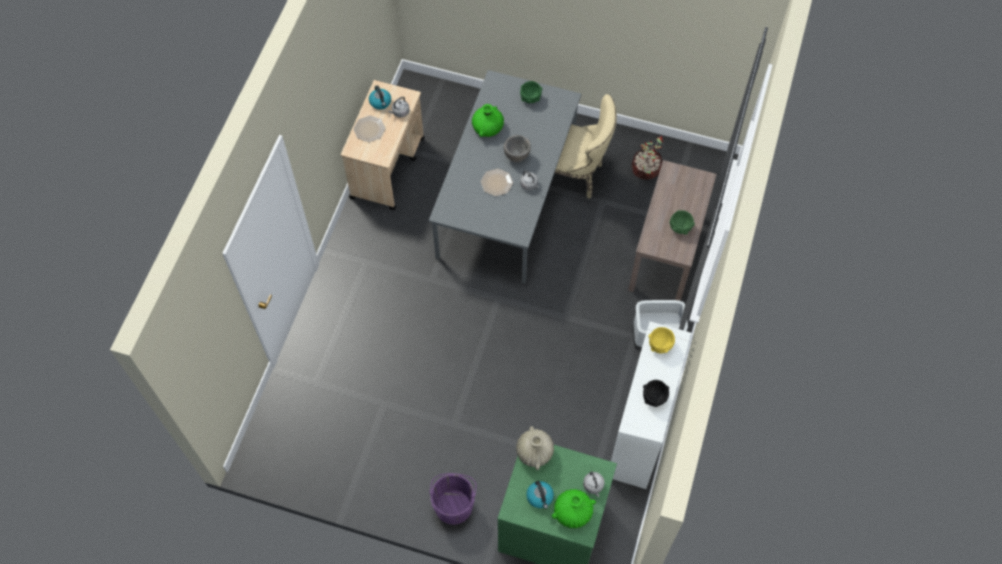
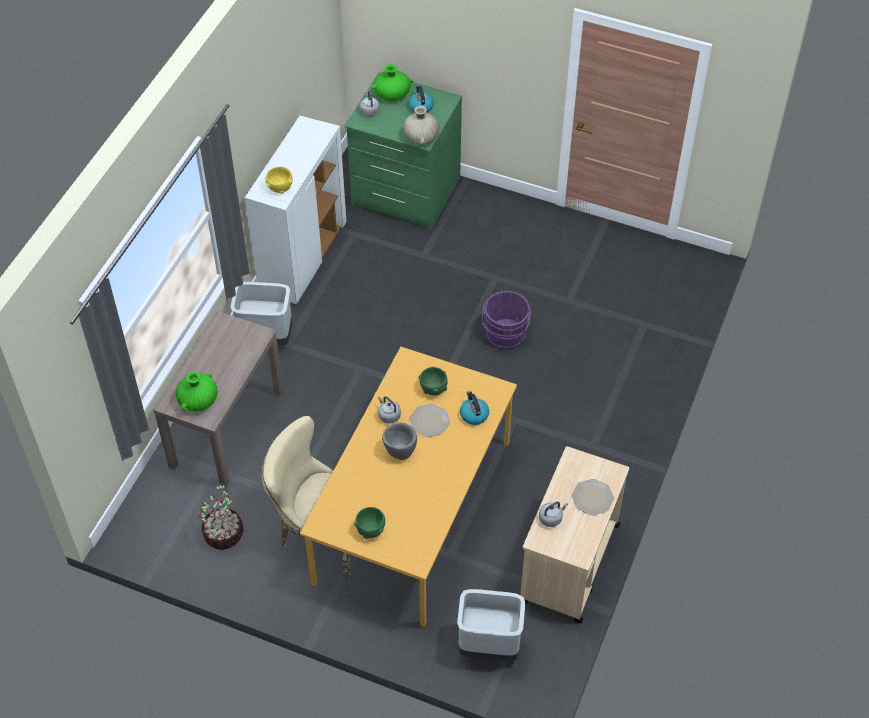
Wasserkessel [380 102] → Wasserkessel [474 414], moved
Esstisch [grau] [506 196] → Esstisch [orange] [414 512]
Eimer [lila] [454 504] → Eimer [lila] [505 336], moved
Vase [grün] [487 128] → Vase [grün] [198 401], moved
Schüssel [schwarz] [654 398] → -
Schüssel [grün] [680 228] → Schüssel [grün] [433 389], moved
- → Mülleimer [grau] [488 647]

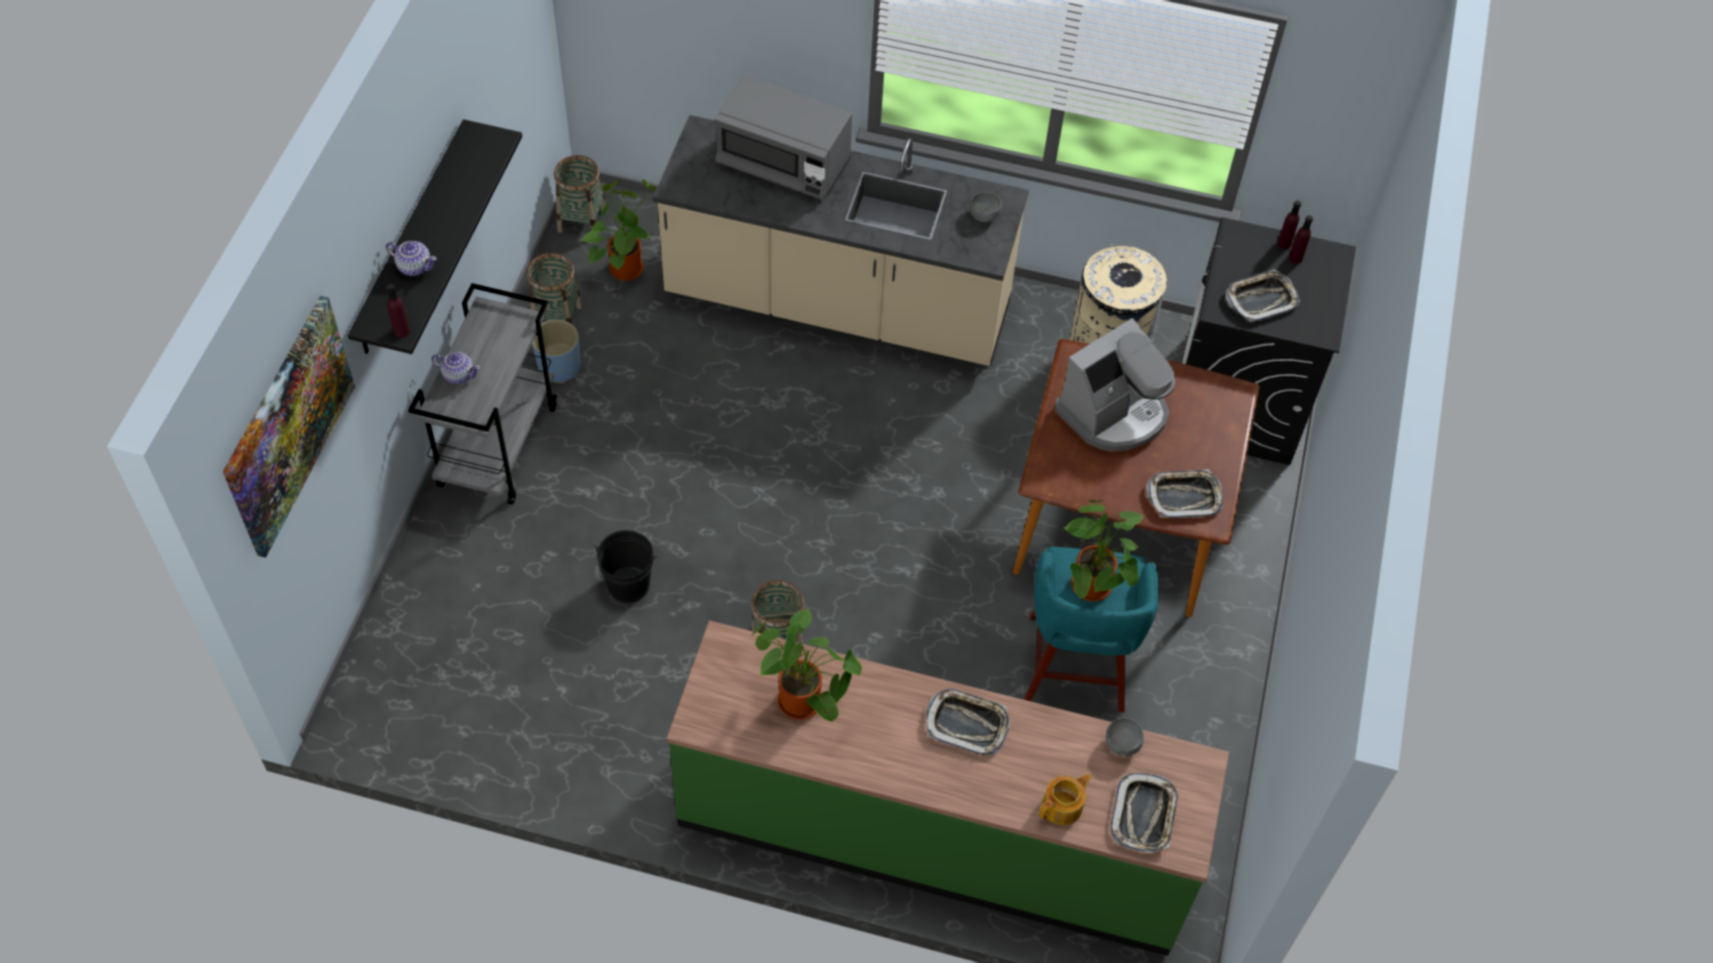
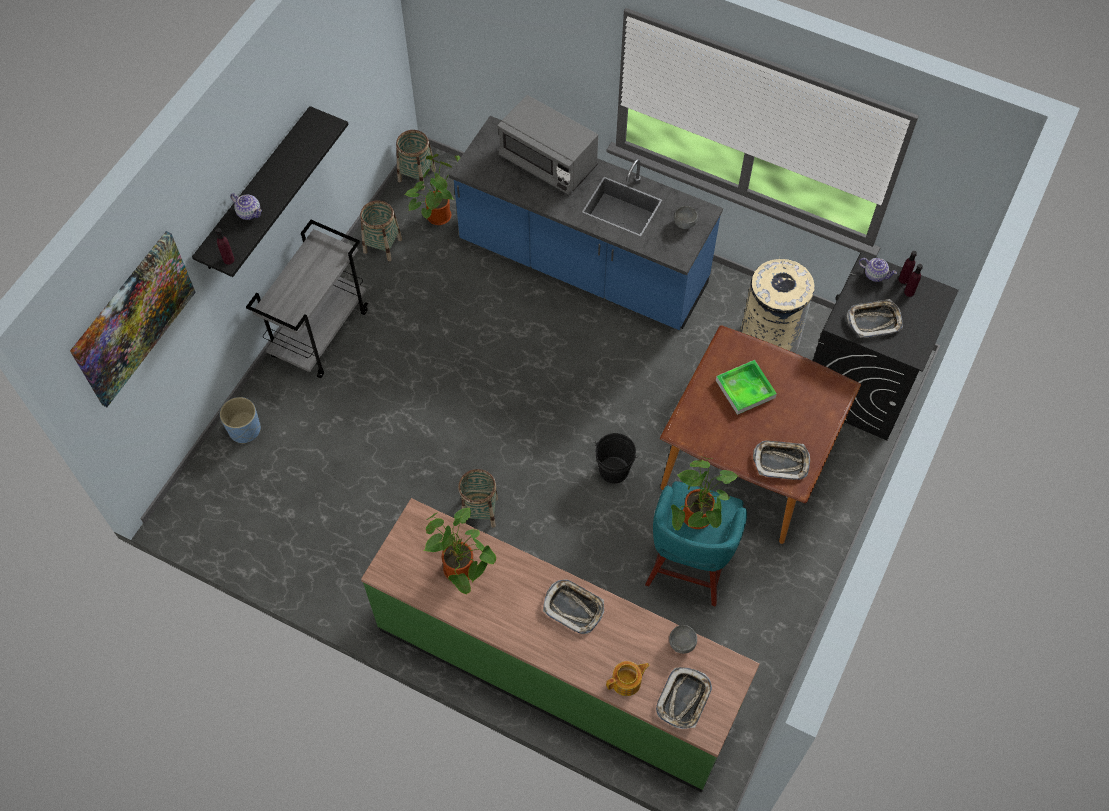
Teekanne [458 374] → Teekanne [874 274], moved
Pflanzkübel [blau] [559 366] → Pflanzkübel [blau] [245 429], moved
Eimer [schwarz] [628 584] → Eimer [schwarz] [614 470], moved
Küchenzeile [beige] [837 305] → Küchenzeile [blau] [582 266]
Kaffeemaschine [1113 413] → Tablett [745 389]

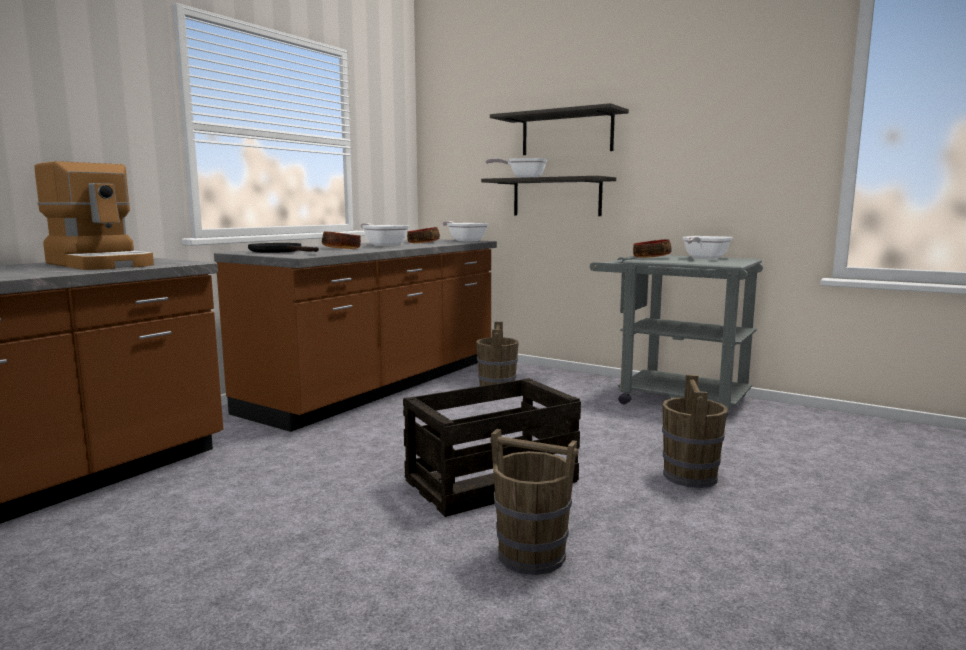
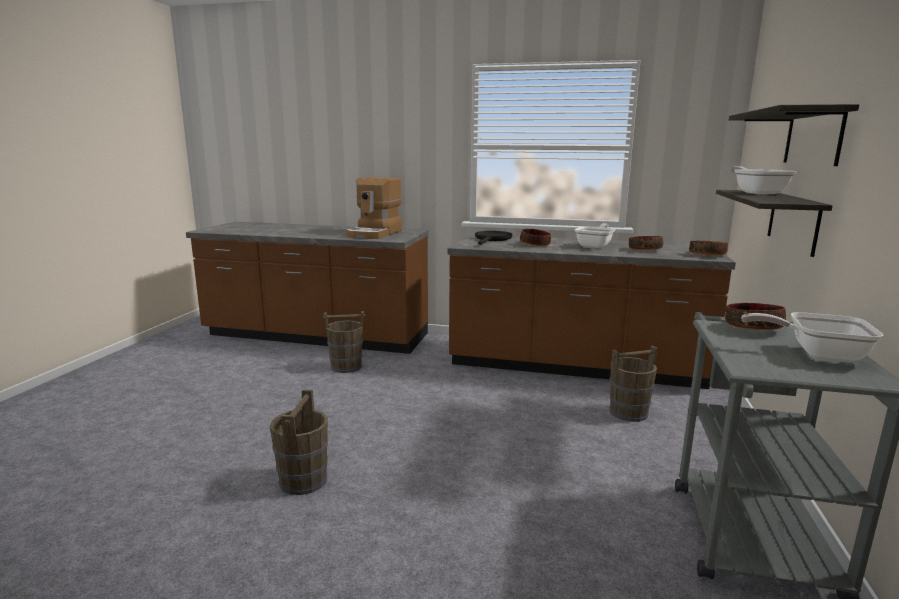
Kiste [492 480] → -
Pfanne [465 240] → Schüssel [707 255]
Eimer [braun] [690 476] → Eimer [braun] [346 366], moved

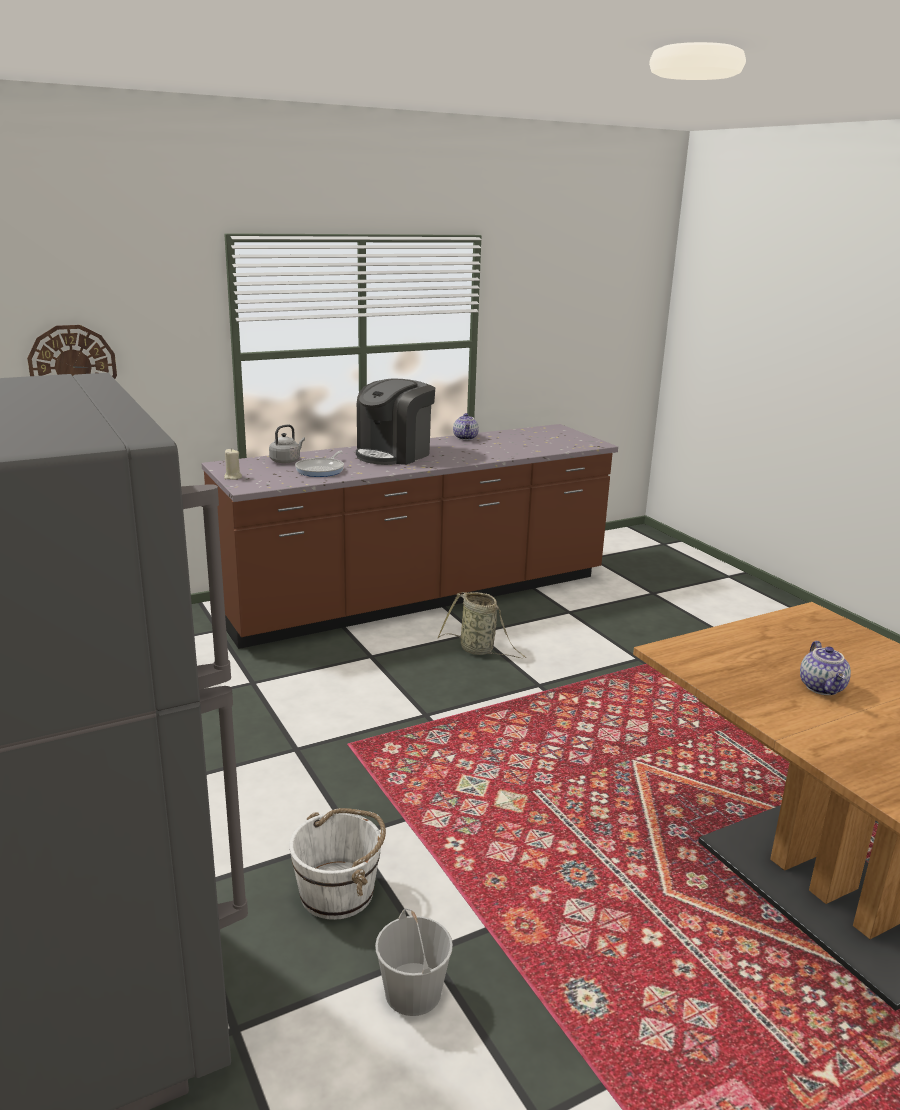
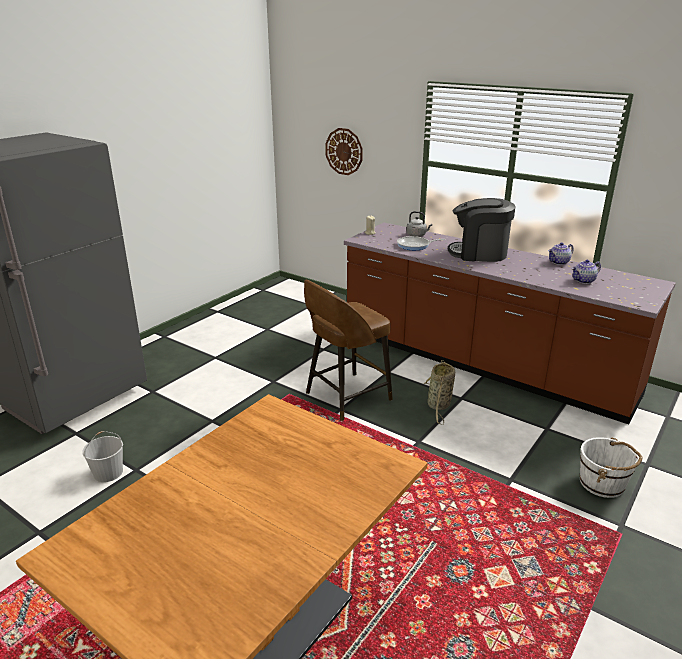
Eimer [weiß] [338 892] → Eimer [weiß] [603 484], moved
Teekanne [823 688] → Teekanne [584 281], moved
- → Hocker [braun] [346 397]

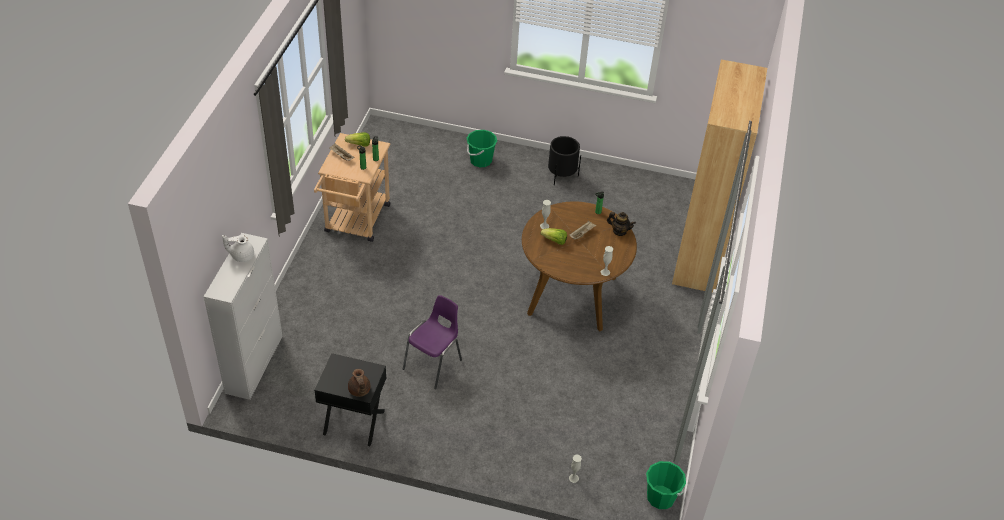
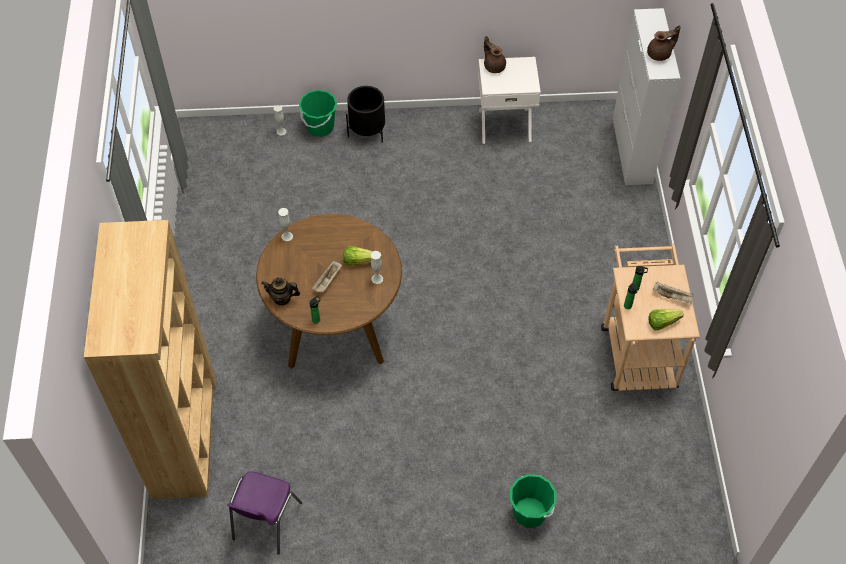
Teekanne [weiß] [241 255] → Teekanne [braun] [660 54]
Nachttisch [schwarz] [353 422] → Nachttisch [weiß] [504 124]
Stuhl [lila] [434 364] → Stuhl [lila] [265 522], moved
Pflanzkübel [schwarz] [561 175] → Pflanzkübel [schwarz] [367 132], moved
Eimer [grün] [661 497] → Eimer [grün] [320 127], moved

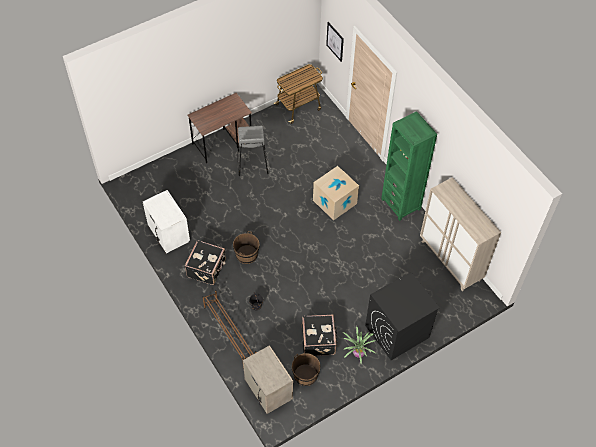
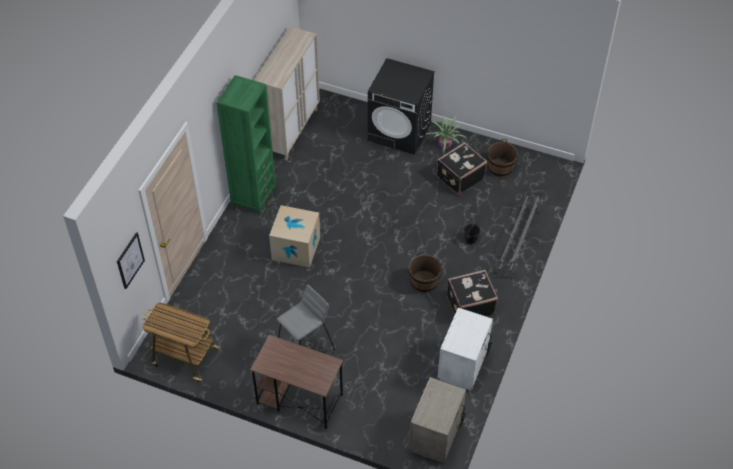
Schuhregal [braun] [230 333] → Schuhregal [grau] [517 242]
Nachttisch [beige] [267 390] → Nachttisch [beige] [436 436], moved

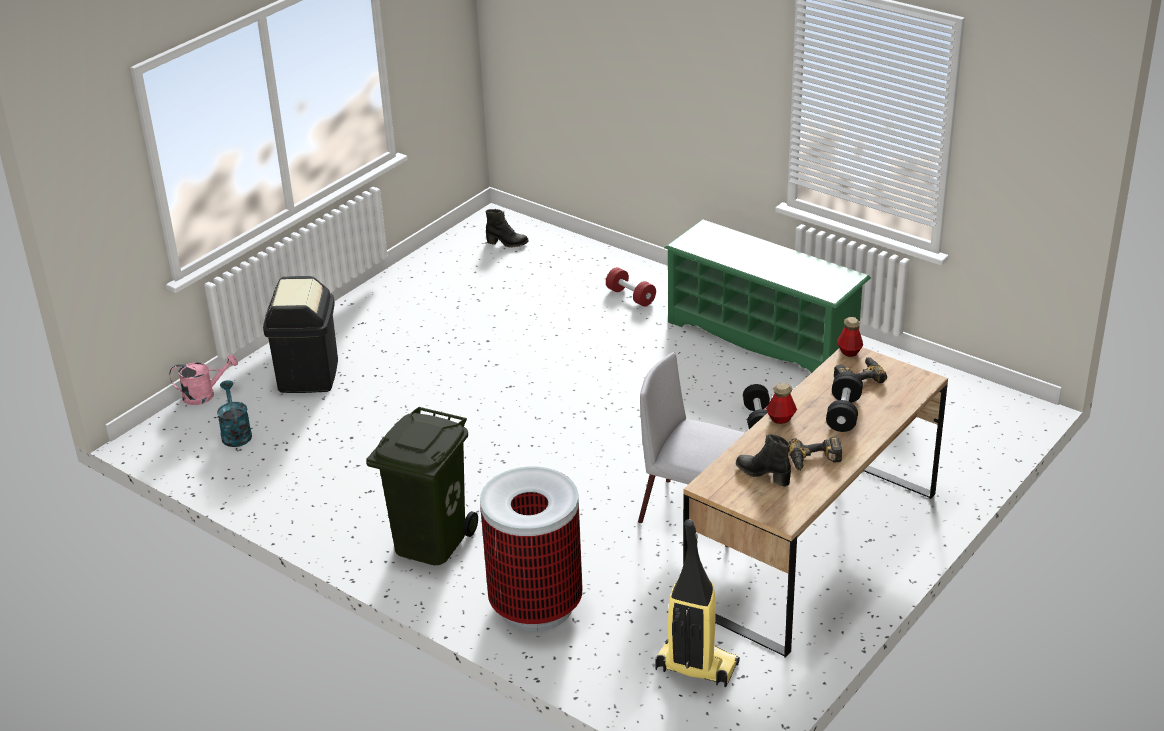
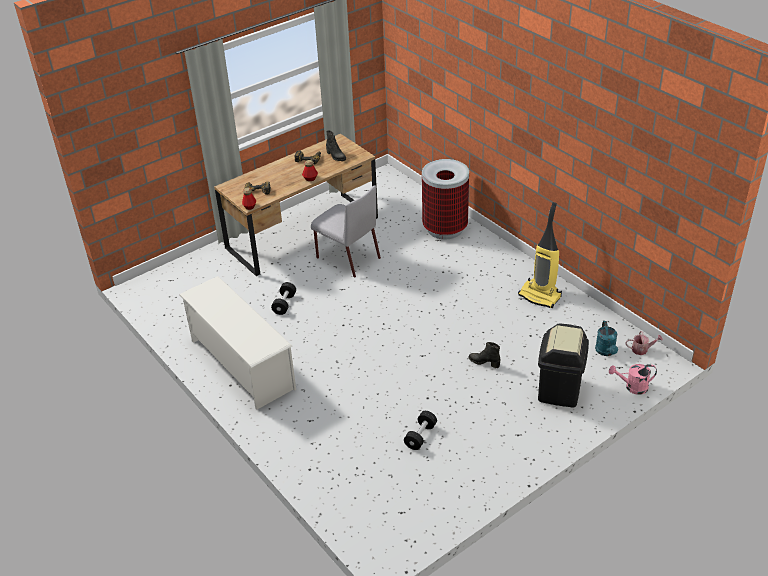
Mülleimer [grün] [429 541] → -
Stiefel [schwarz] [507 243] → Stiefel [schwarz] [484 362], moved
Hantel [rot] [631 296] → -
Staubsauger [695 667] → Staubsauger [540 296], moved
Schuhregal [grün] [763 337] → Schuhregal [weiß] [241 364]
Hantel [schwarz] [843 413] → Hantel [schwarz] [420 436], moved
- → Gießkanne [642 349]

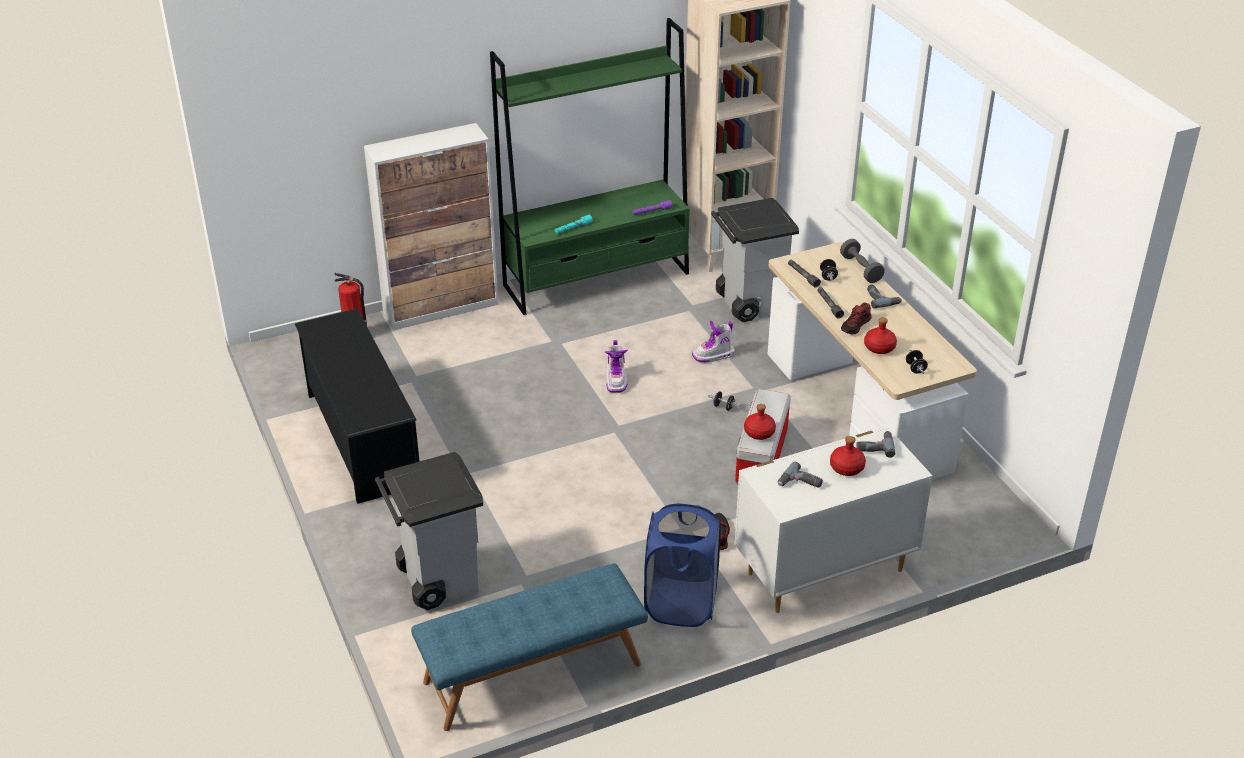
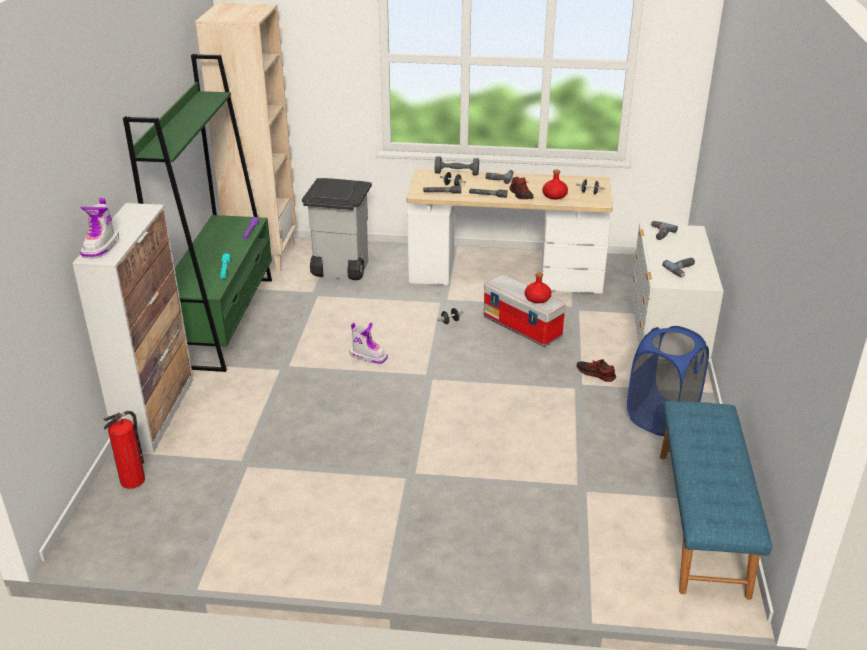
Schuhregal [schwarz] [362 439] → -
Mülleimer [grau] [437 580] → -
Stiefel [713 355] → Stiefel [101 247], moved
Flasche [rot] [846 467] → -

